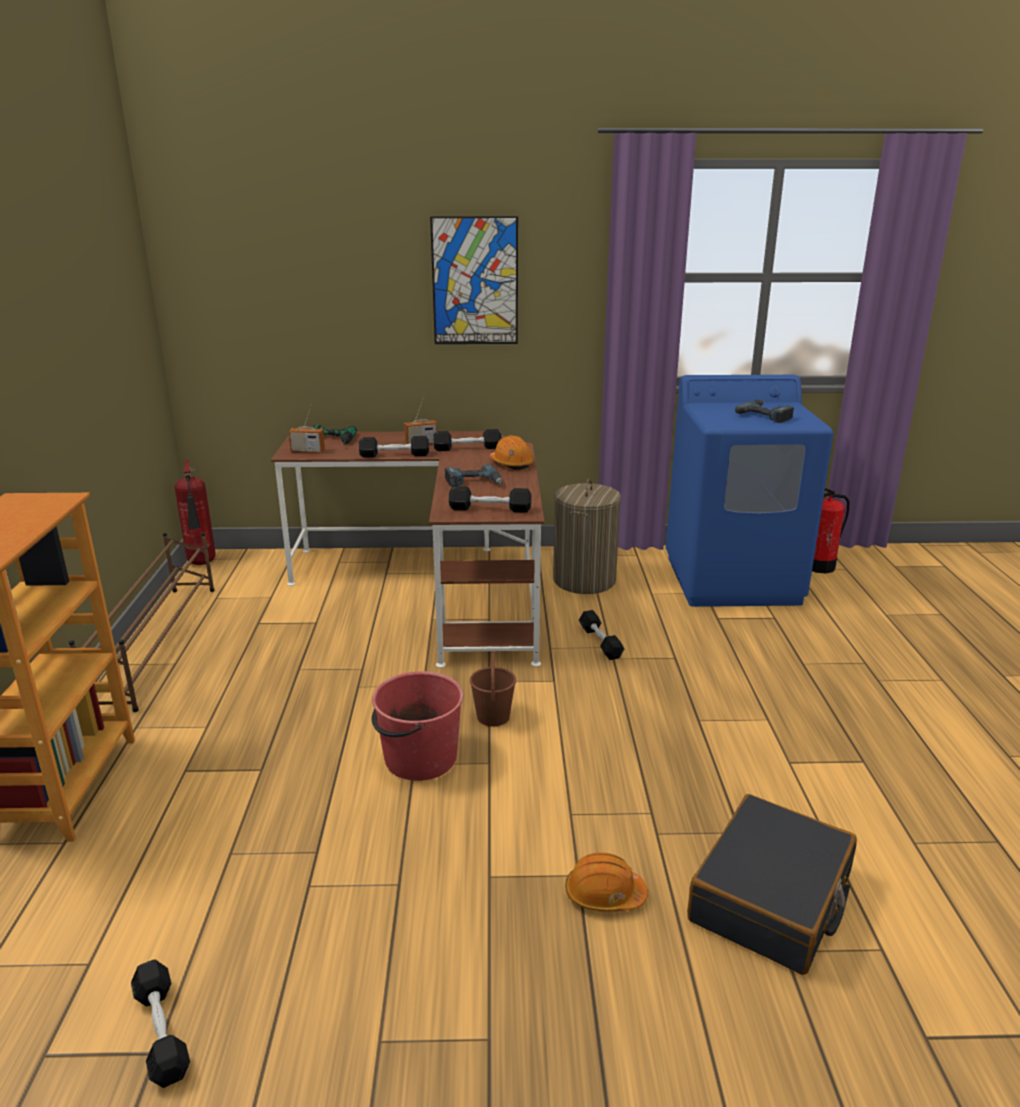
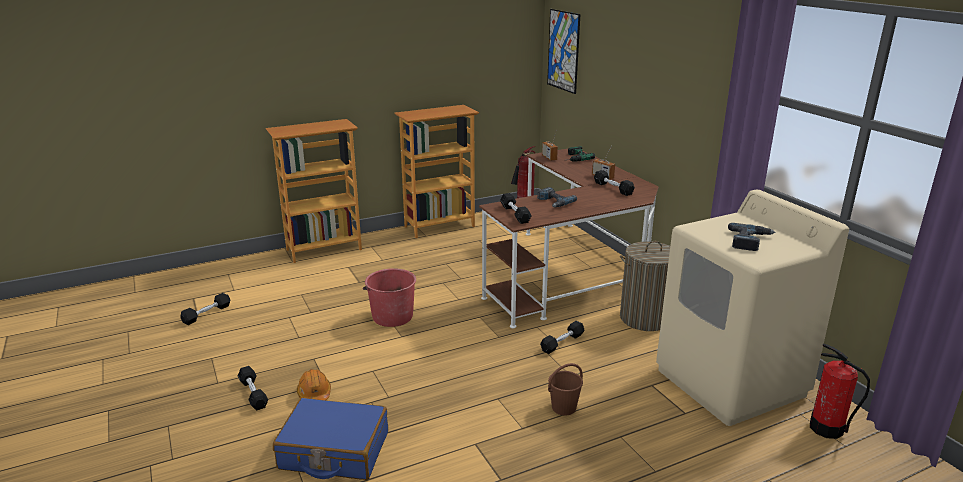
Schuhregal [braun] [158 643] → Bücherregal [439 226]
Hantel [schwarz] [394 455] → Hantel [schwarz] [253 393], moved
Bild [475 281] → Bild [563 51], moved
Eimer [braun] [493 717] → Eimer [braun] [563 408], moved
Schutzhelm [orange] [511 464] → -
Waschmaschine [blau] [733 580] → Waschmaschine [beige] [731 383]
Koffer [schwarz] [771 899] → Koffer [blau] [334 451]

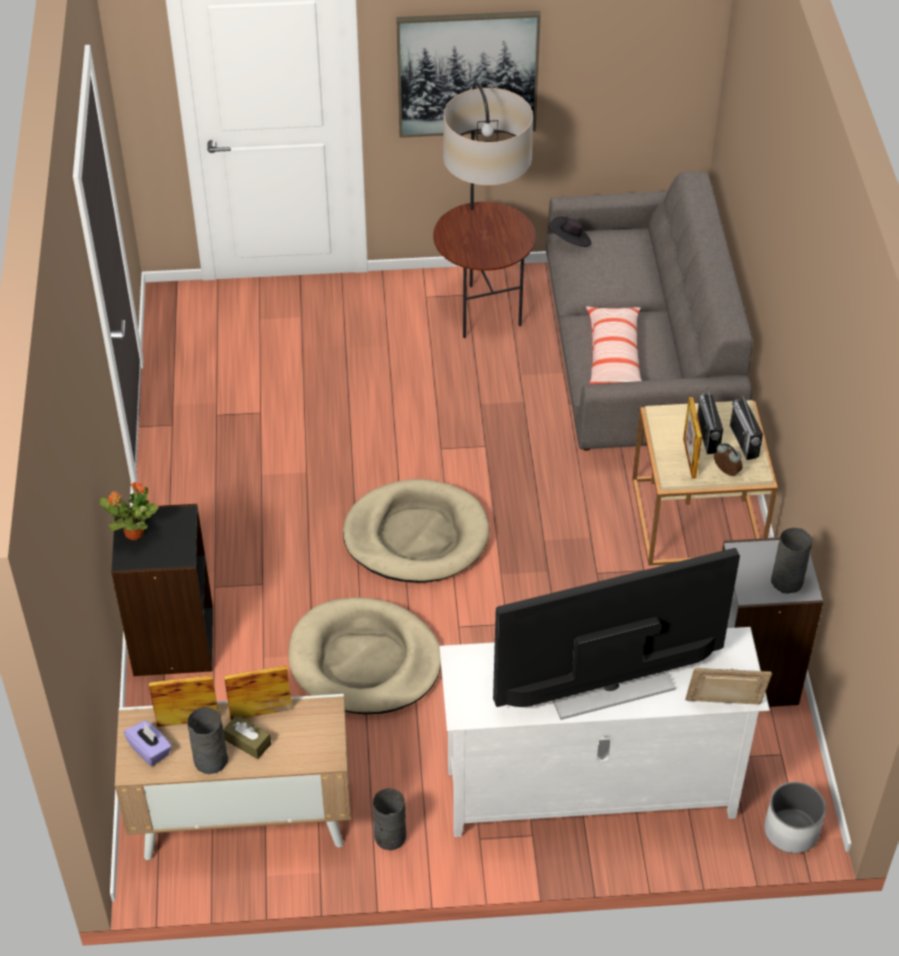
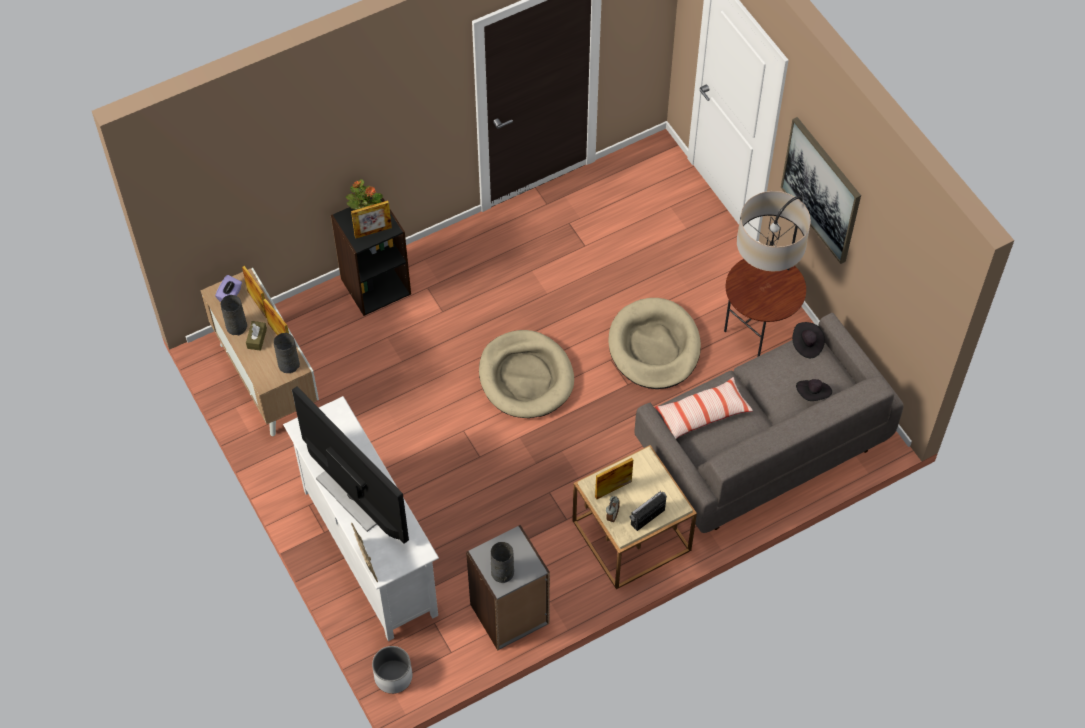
Hundebett [beige] [364 661] → Hundebett [beige] [654 346], moved
Vase [grau] [389 836] → Vase [grau] [288 364], moved
Radio [707 436] → -
- → Bilderrahmen [373 232]
- → Hut [schwarz] [813 394]

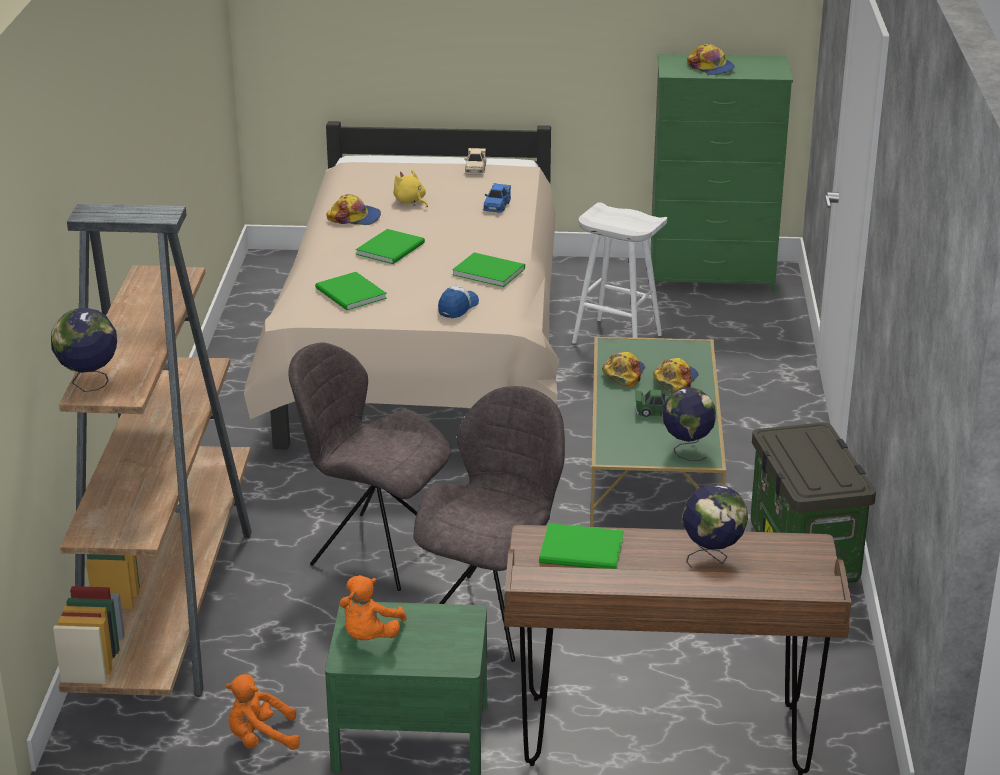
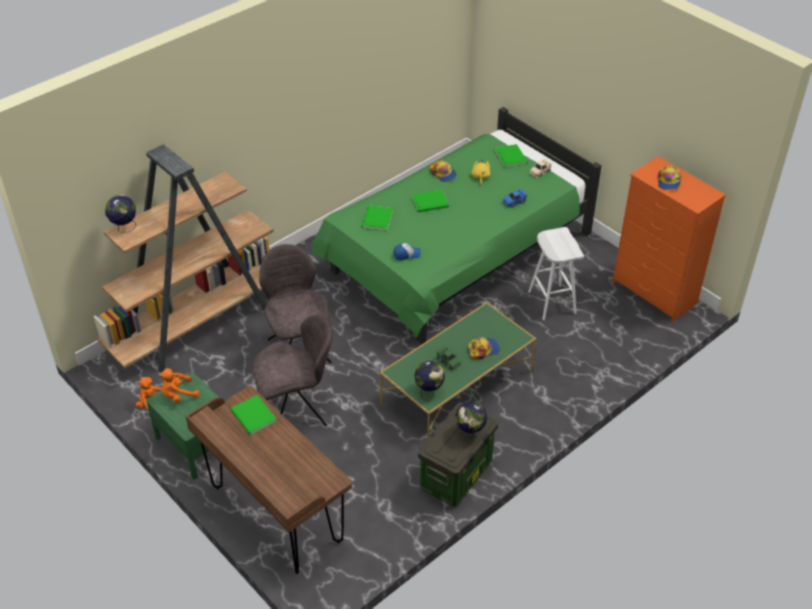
Bett [beige] [422 353] → Bett [grün] [455 256]
Buch [grün] [487 271] → Buch [grün] [511 156], moved
Kappe [623 373] → -
Kommode [grün] [712 277] → Kommode [orange] [654 293]
Globus [712 558] → Globus [470 433], moved

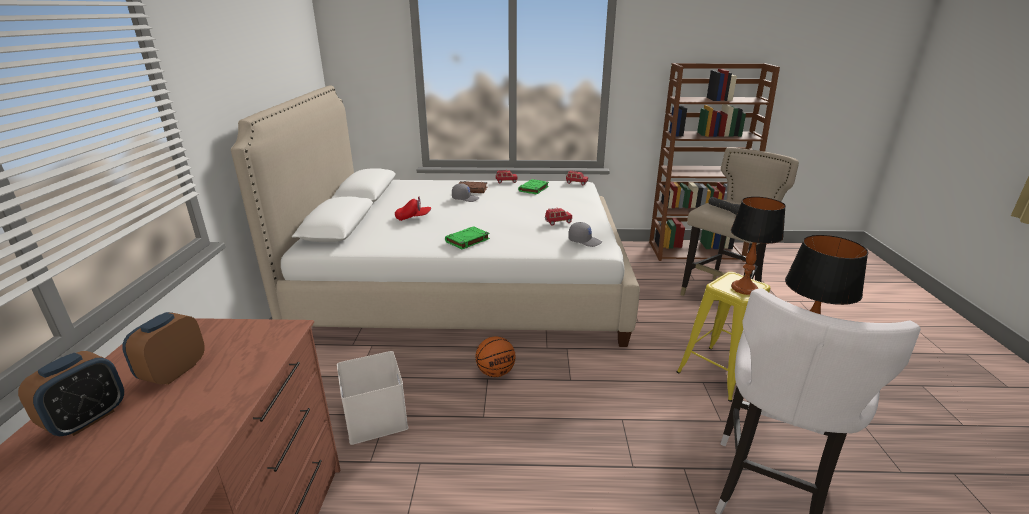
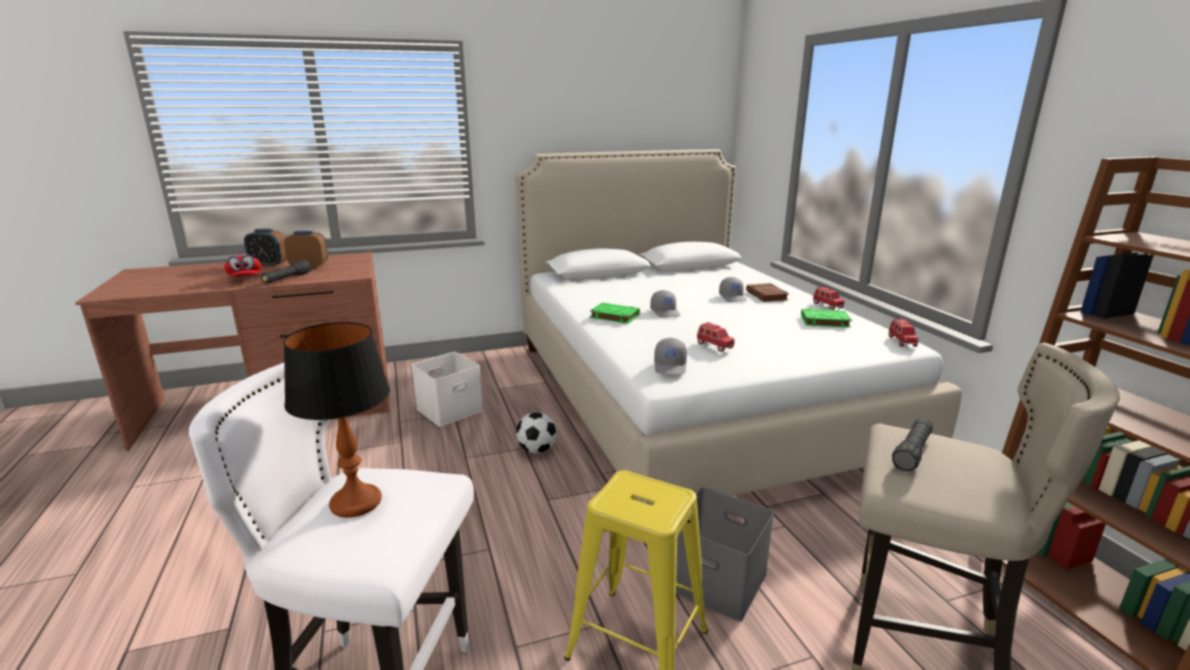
Kappe [rot] [413 218] → Kappe [rot] [245 280], moved
Basketball [495 372] → Fußball [537 450]
Tischlampe [743 288] → -
- → Taschenlampe [schwarz] [287 279]
- → Kappe [grau] [666 312]
- → Aufbewahrungsbox [grau] [720 581]

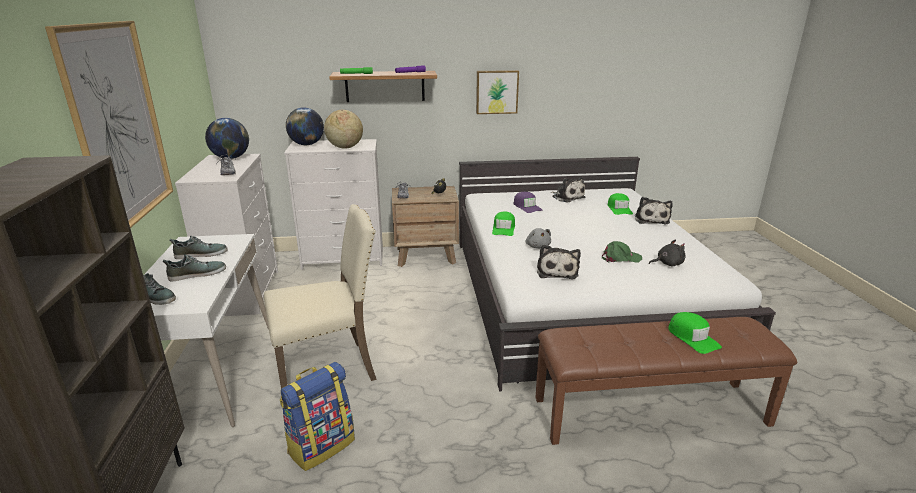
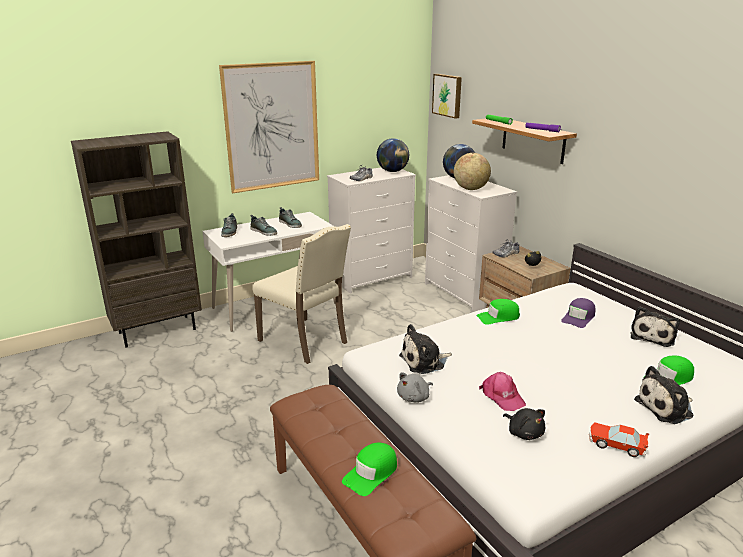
Rucksack [321 445] → -
Bild [496 92] → Bild [448 95], moved
Plüschtier [grau] [537 246] → Plüschtier [grau] [414 397], moved
Kappe [grün] [620 258] → Kappe [rosa] [502 396]
- → Spielzeugauto [616 445]

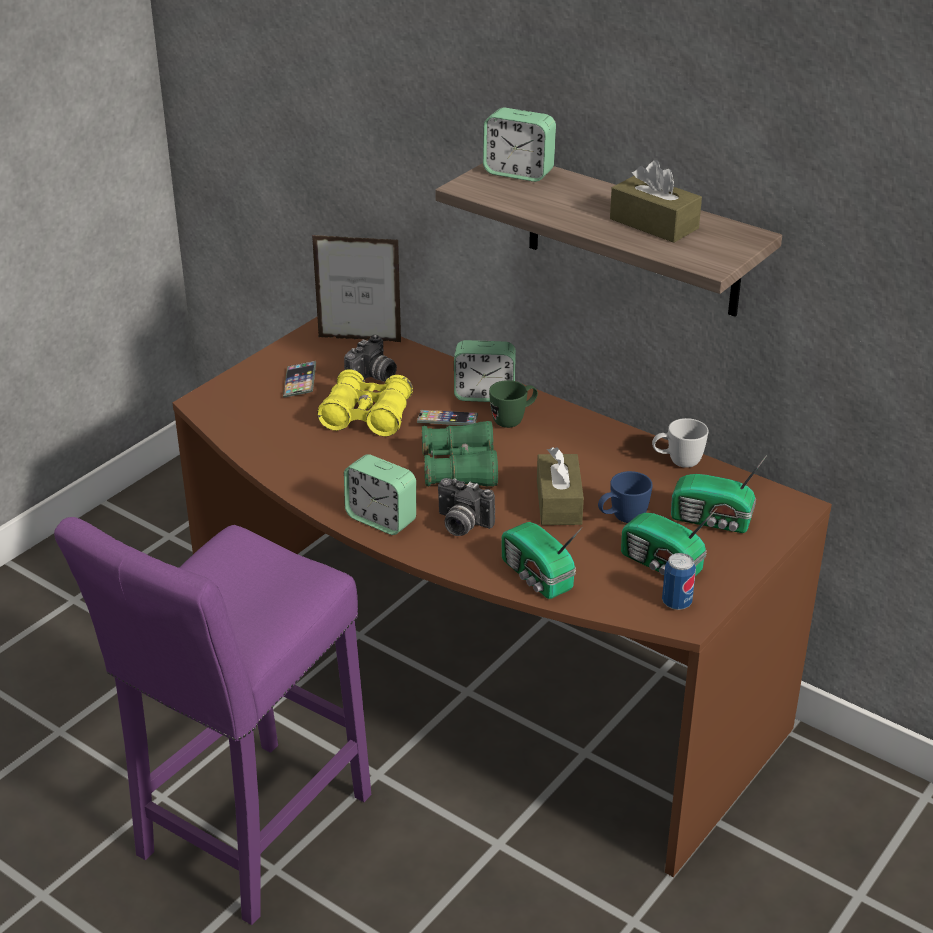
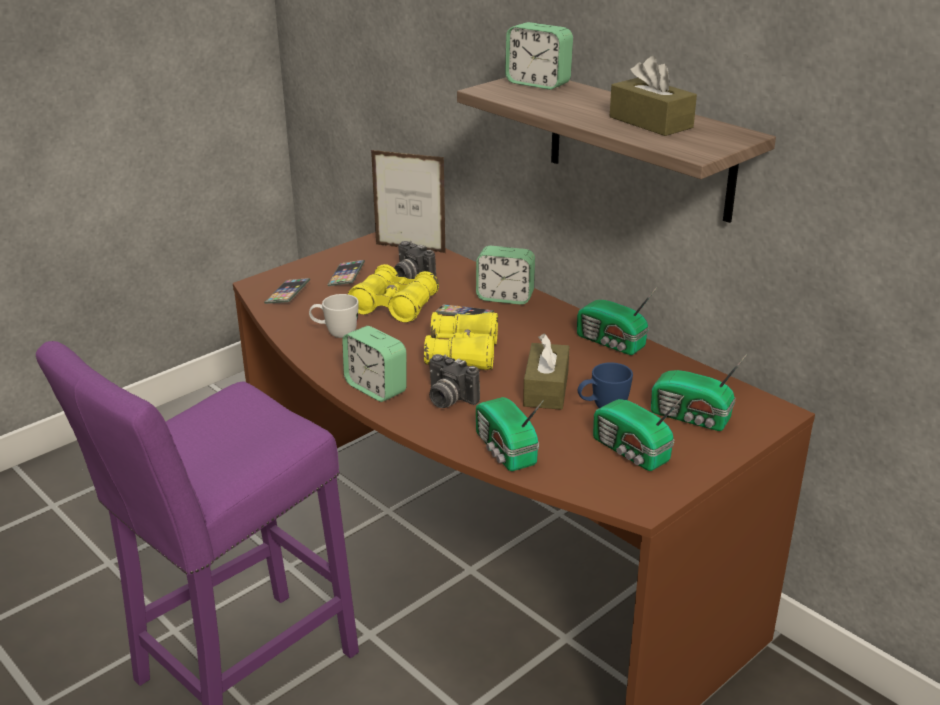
Kamera [373 378] → Kamera [411 278], 90 degrees clockwise
Fernglas [grün] [460 469] → Fernglas [gelb] [462 353]
Henkelbecher [grün] [513 420] → -
Henkelbecher [weiß] [677 462] → Henkelbecher [weiß] [335 333], moved
Dose [676 603] → -
- → Handy [288 294]
- → Radio [611 343]

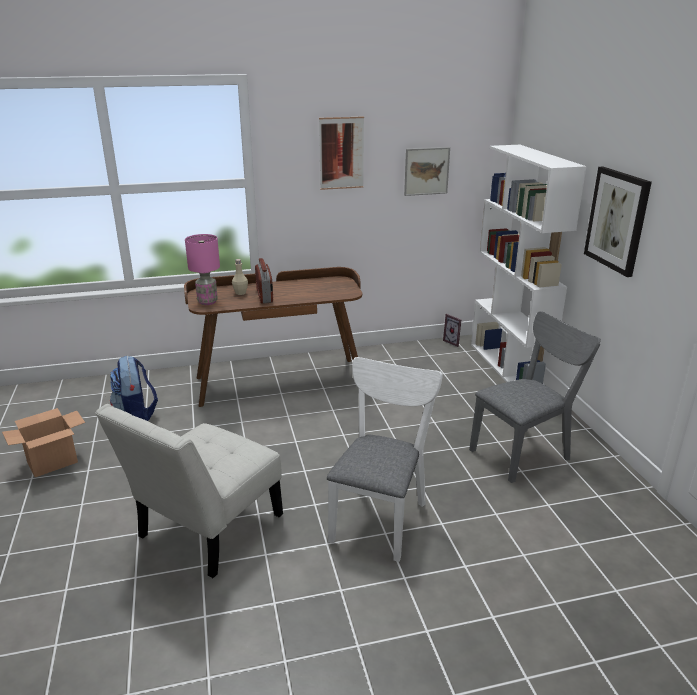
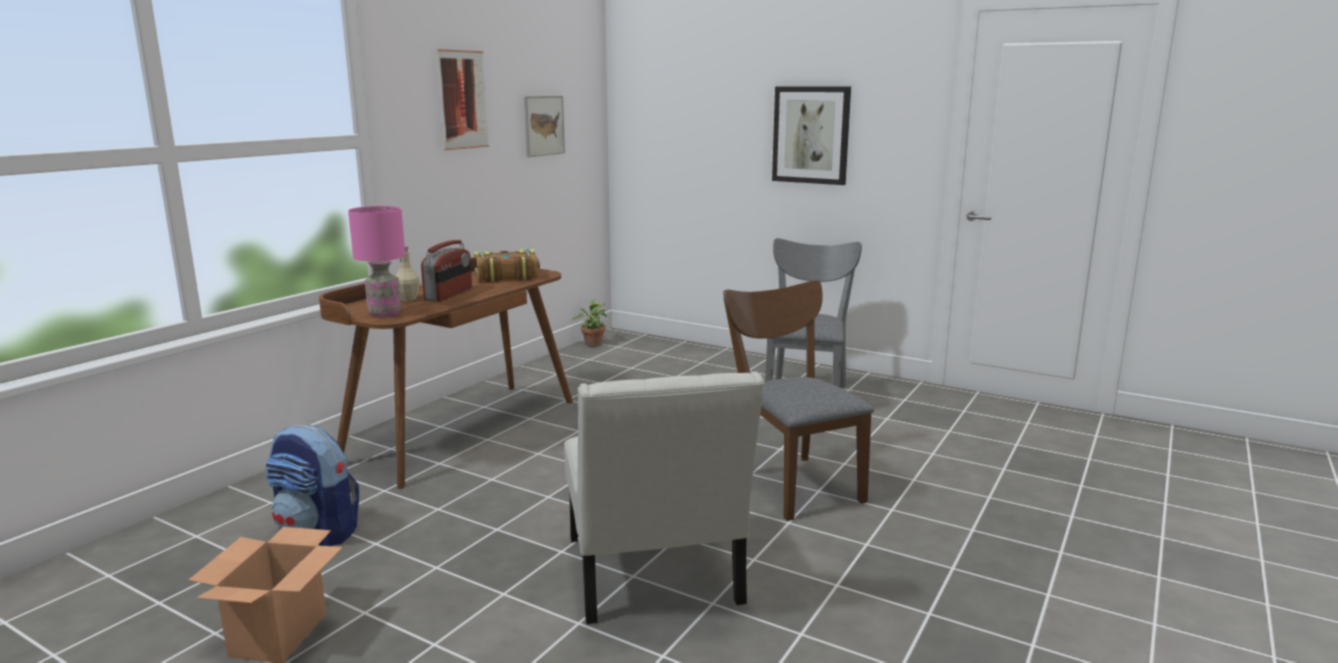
Radio [265 296] → Radio [449 294], 75 degrees clockwise
Stuhl [weiß] [381 516] → Stuhl [braun] [790 482]
Bilderrahmen [454 342] → Topfpflanze [592 343]
Bücherregal [weiß] [508 367] → -
- → Buch [505 276]

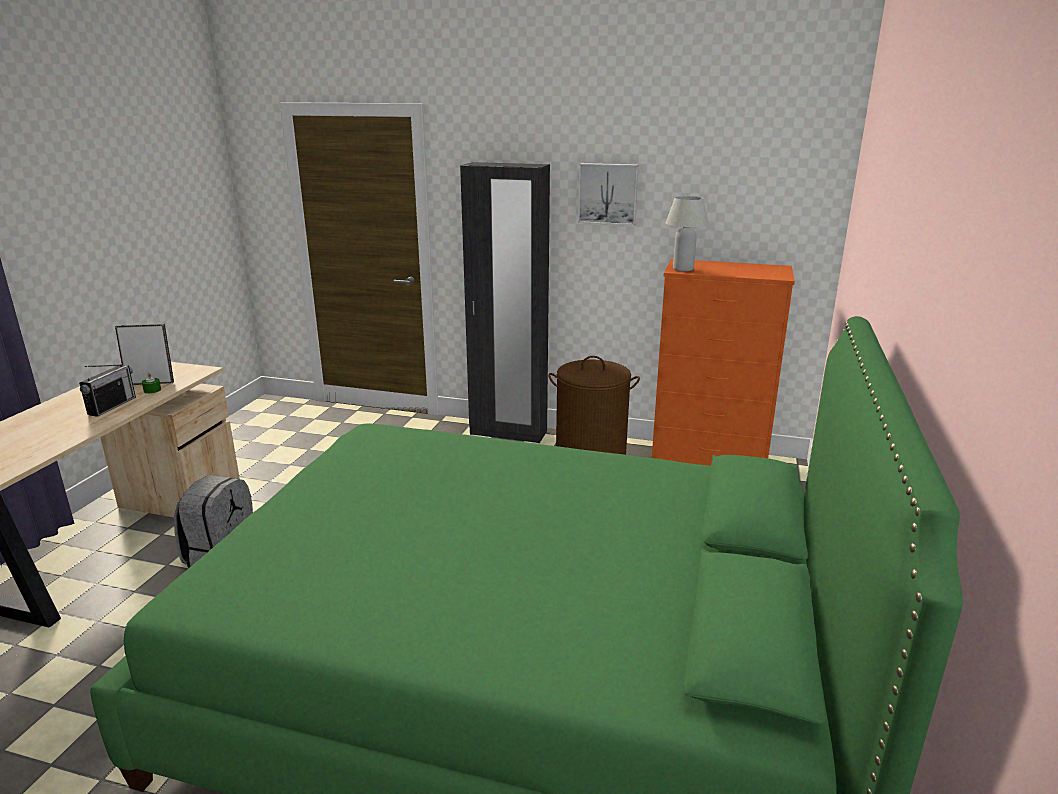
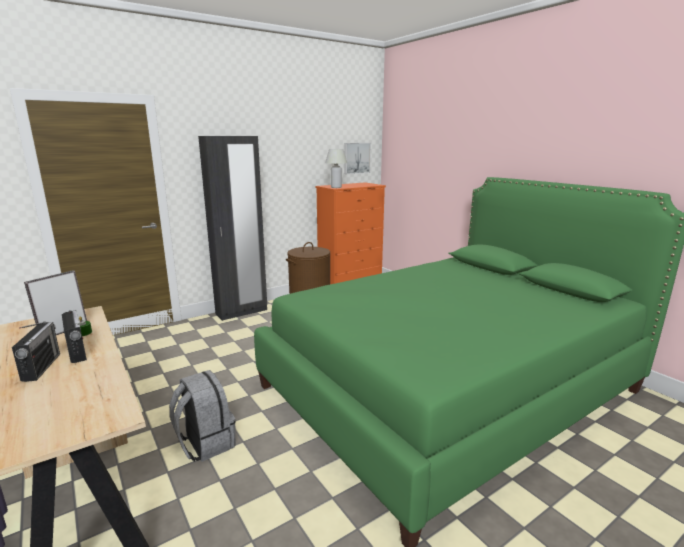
Bild [608 193] → Bild [356 158], moved
- → Radio [41 367]

